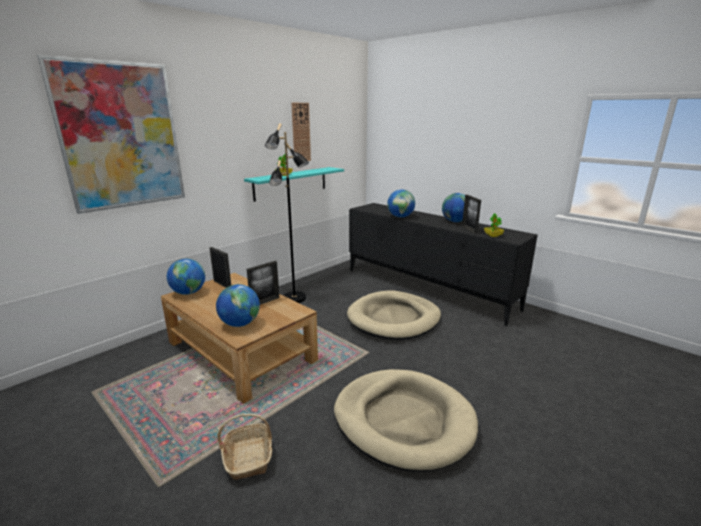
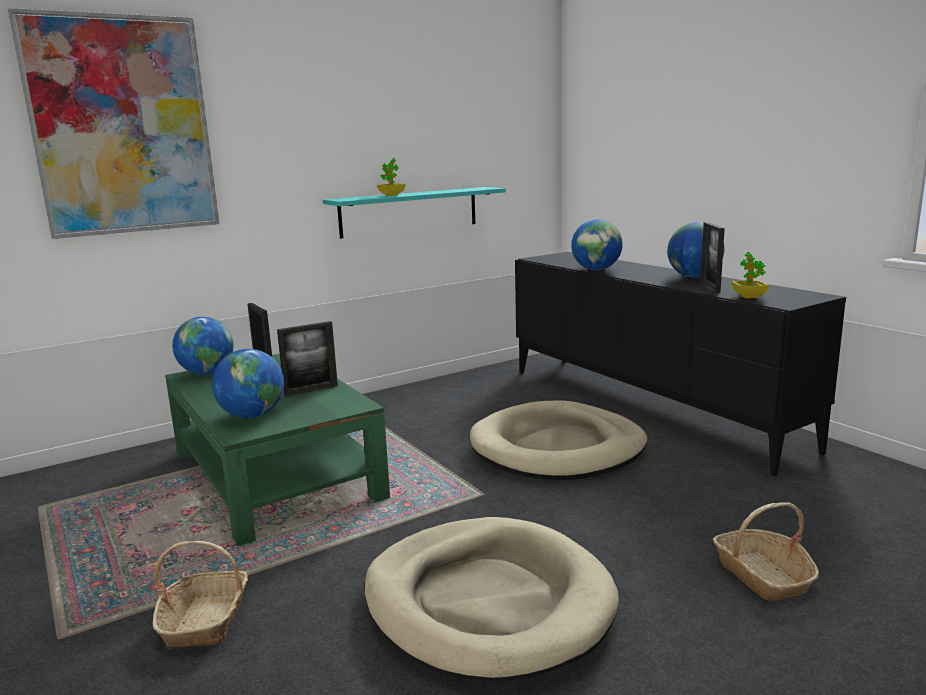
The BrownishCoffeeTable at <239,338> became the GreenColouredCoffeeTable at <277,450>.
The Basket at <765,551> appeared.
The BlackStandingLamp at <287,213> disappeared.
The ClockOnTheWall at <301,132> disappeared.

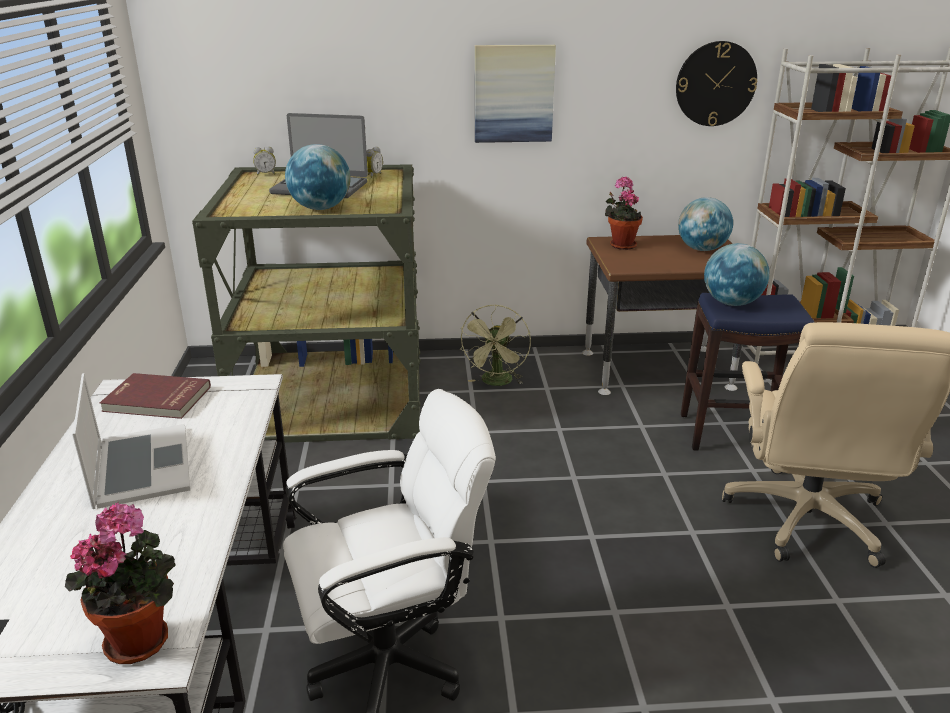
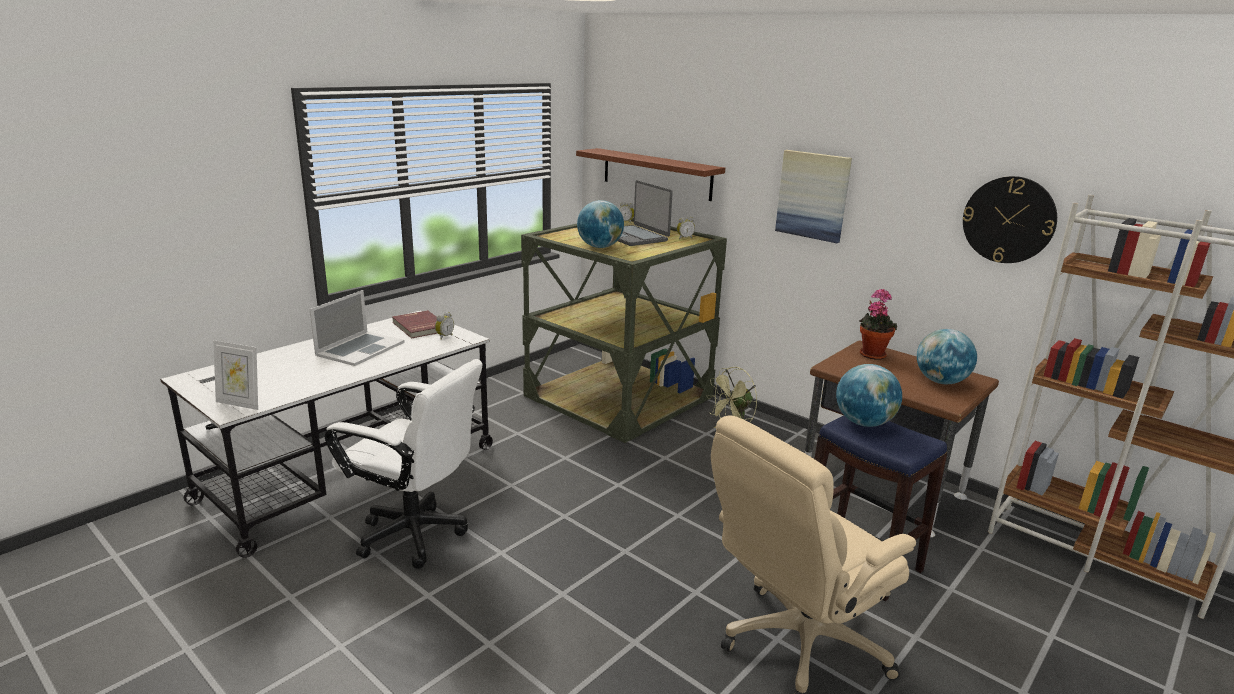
The PottedPlant at <120,583> was replaced by the StandingFrame at <235,375>.
The BedsideClock at <444,326> appeared.
The BrownishShelf at <650,174> appeared.

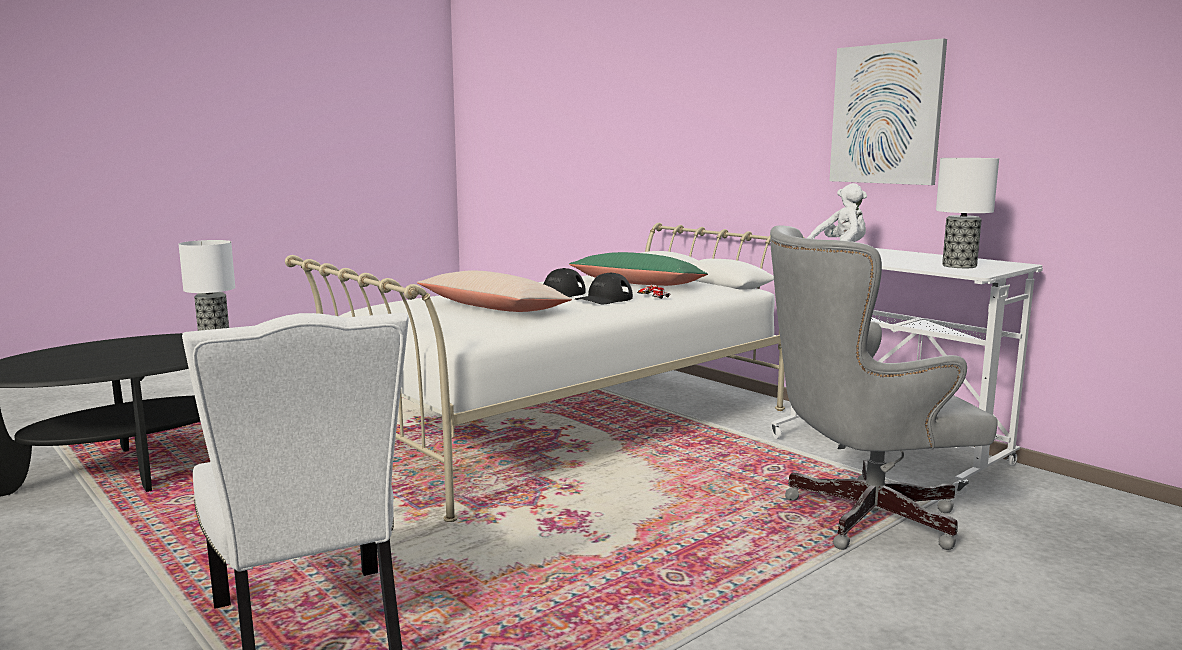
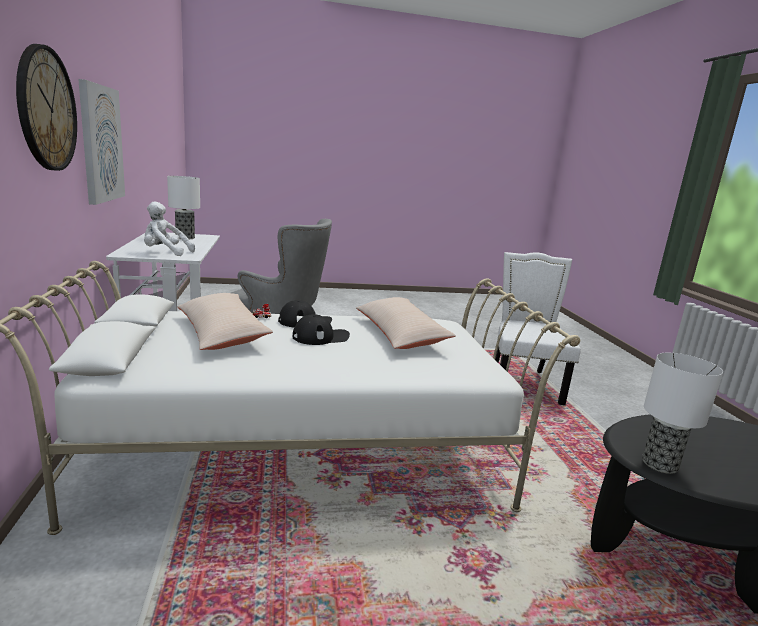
The ClockOnTheWall at <46,107> appeared.
The GreenColouredThrowPillow at <638,269> became the BeigeColouredThrowPillow at <225,321>.

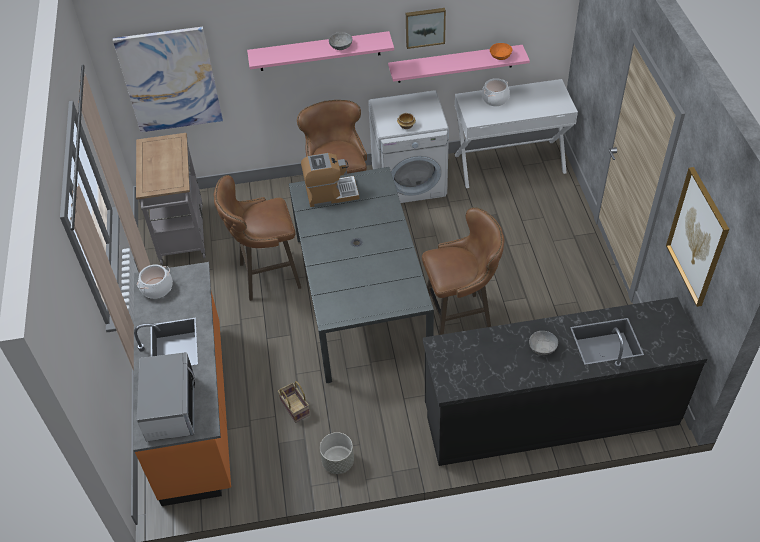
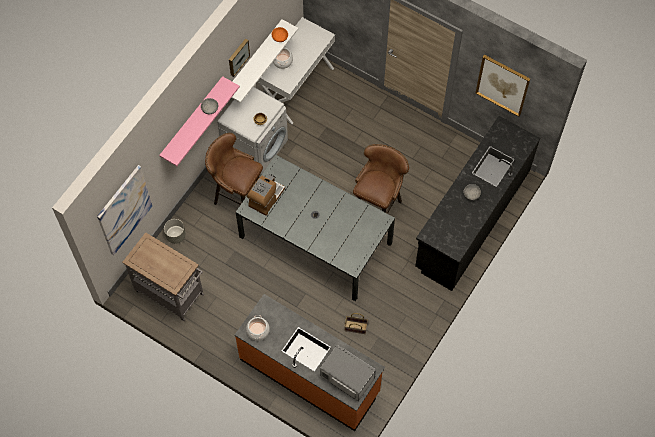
The GreyishFlowerPot moved from <337,453> to <175,231>.
The PinkColouredShelf at <459,64> became the WhitishShelf at <265,61>.
The BrownishStoolSeat at <257,238> disappeared.

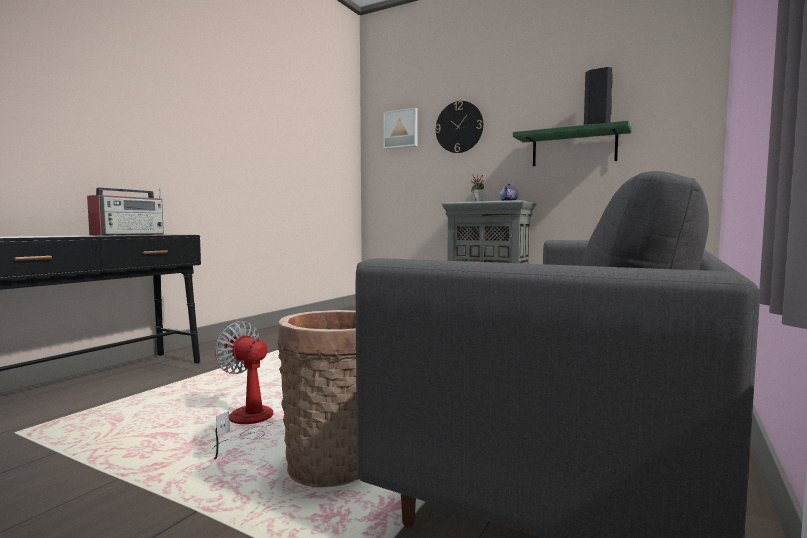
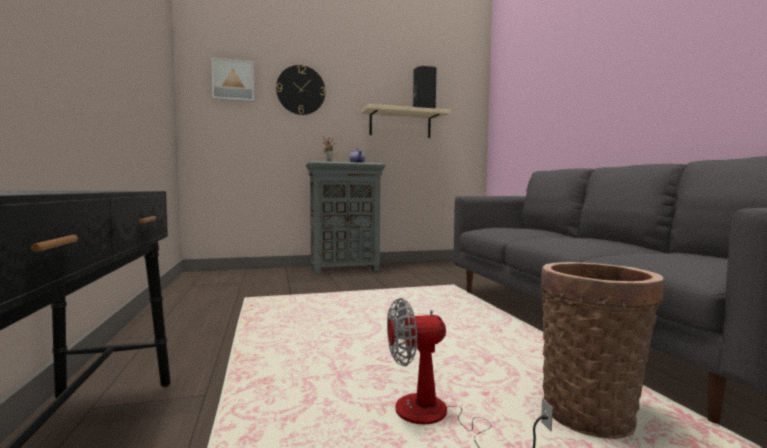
The GreenColouredShelf at <572,143> became the BeigeColouredShelf at <406,121>.
The RadioReceiver at <125,212> disappeared.

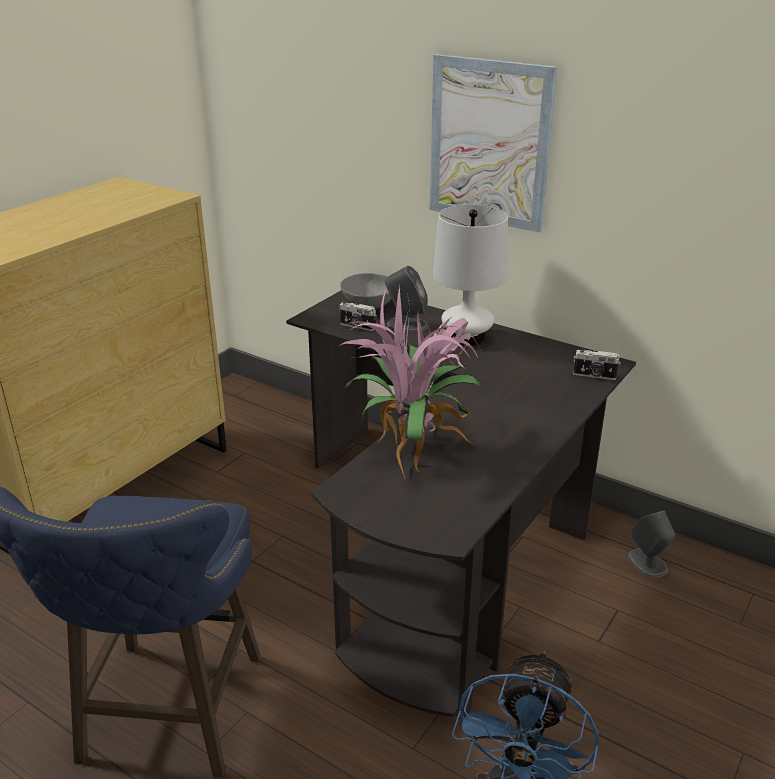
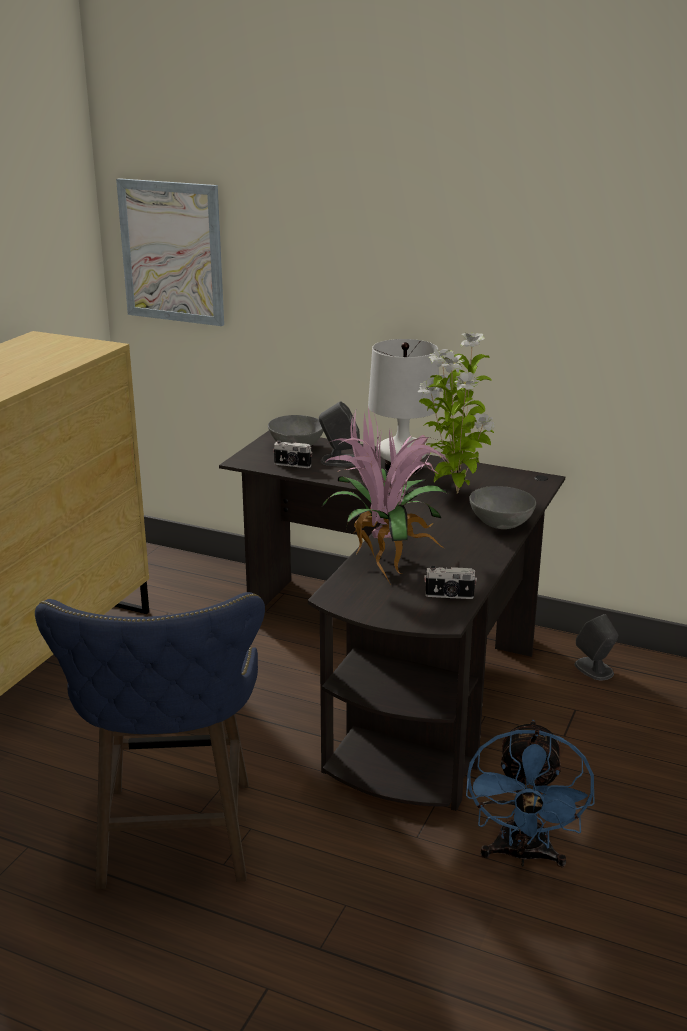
The Picture moved from <493,143> to <170,252>.
The PottedPlant at <456,413> appeared.
The StillCamera moved from <597,364> to <450,582>.
The GreyishServingBowl at <502,507> appeared.

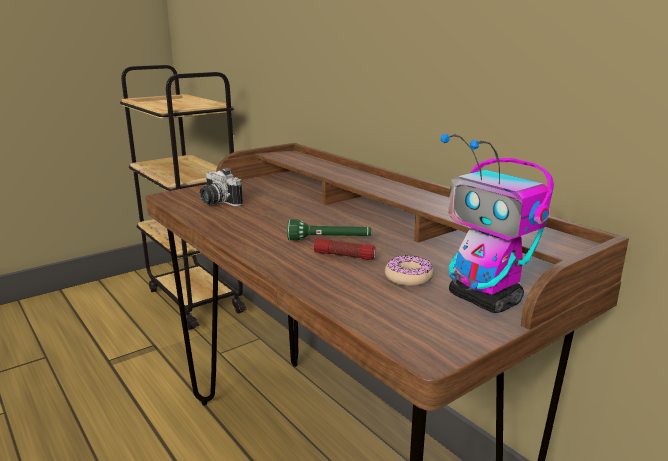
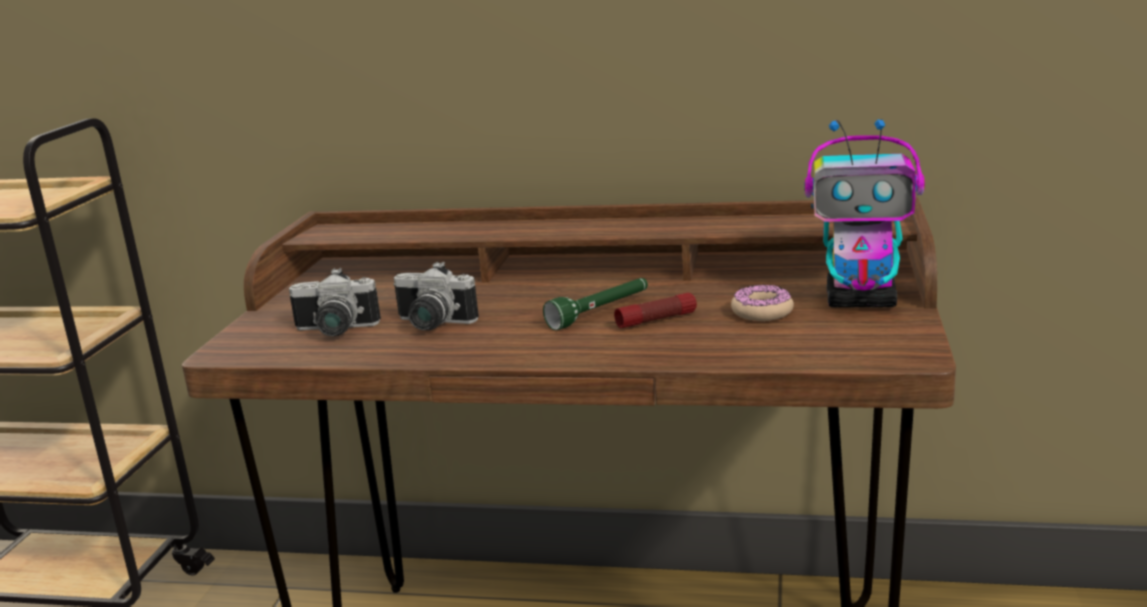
The StillCamera at <436,296> appeared.

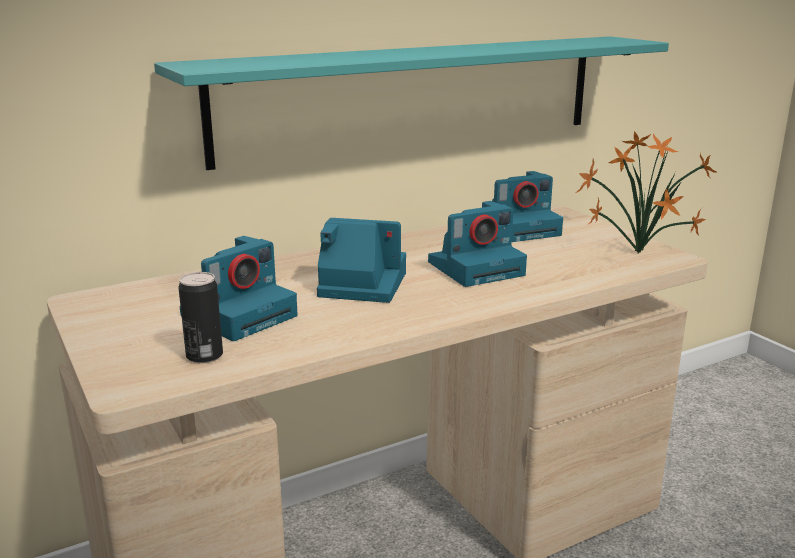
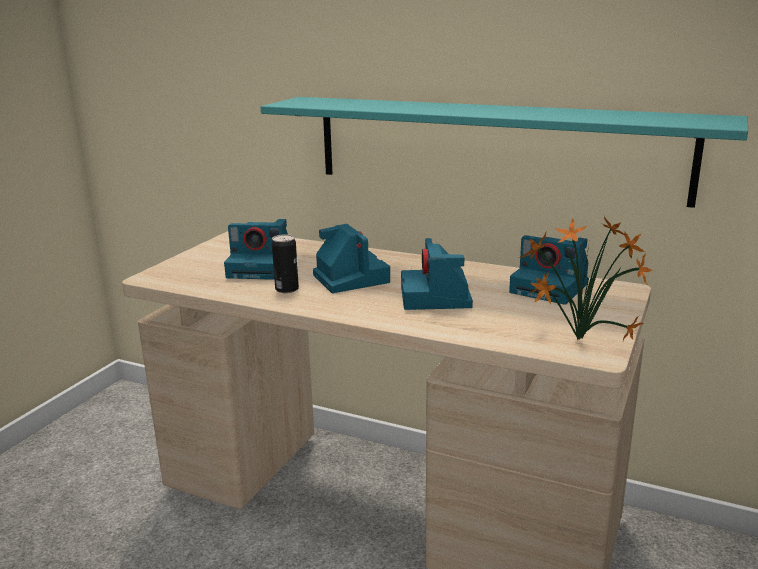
The Can moved from <200,317> to <285,263>.
The StillCamera at <477,244> turned 60 degrees clockwise.

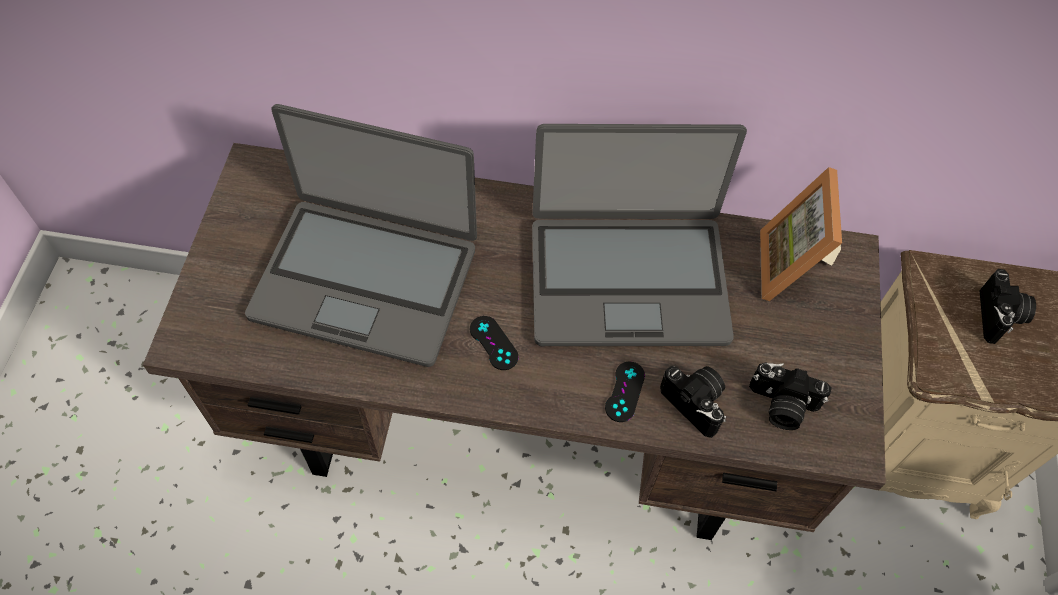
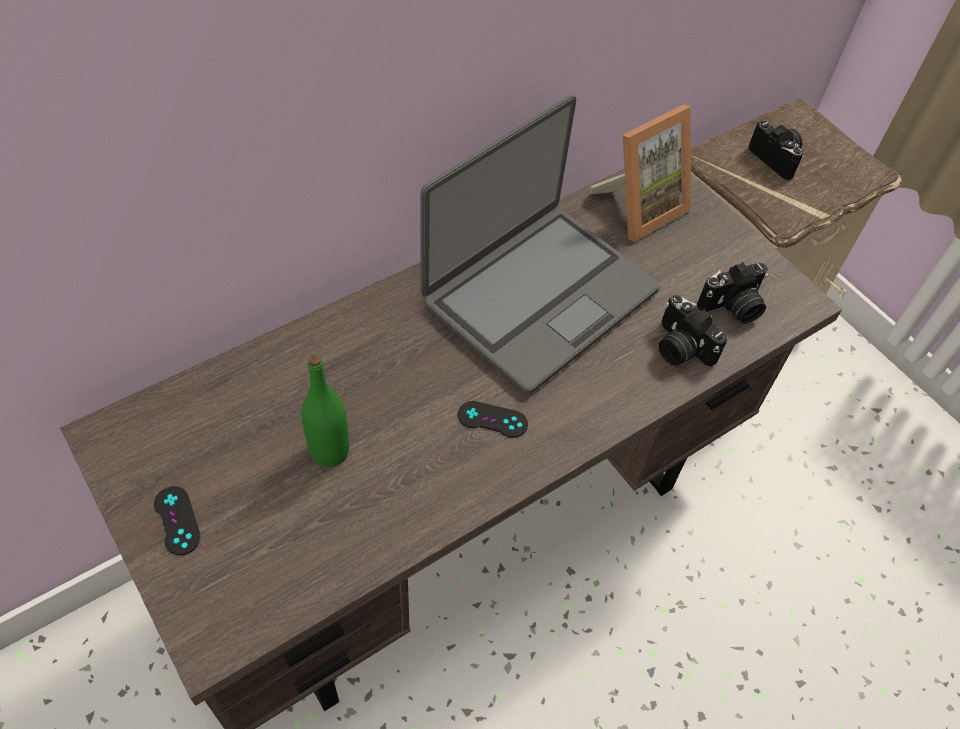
The BlackJoypad moved from <625,392> to <177,520>.
The Laptop at <361,235> was replaced by the GreenColouredDrinkBottle at <325,411>.
The StandingFrame at <801,234> turned 90 degrees counterclockwise.
The StillCamera at <693,402> turned 135 degrees counterclockwise.

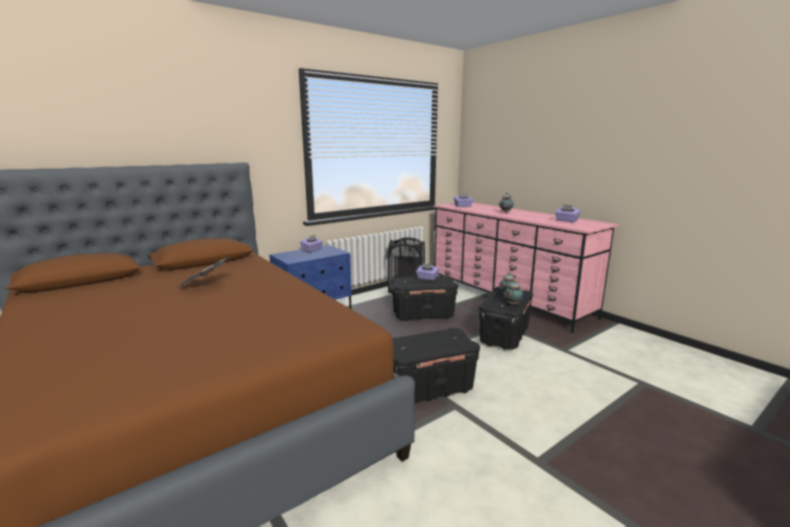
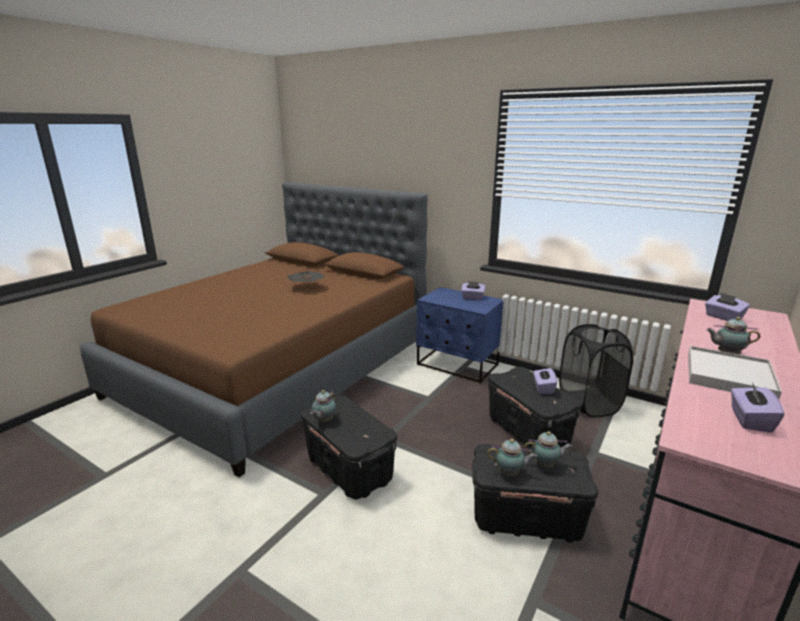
The Teapot at <323,406> appeared.
The WhitishTray at <735,373> appeared.

